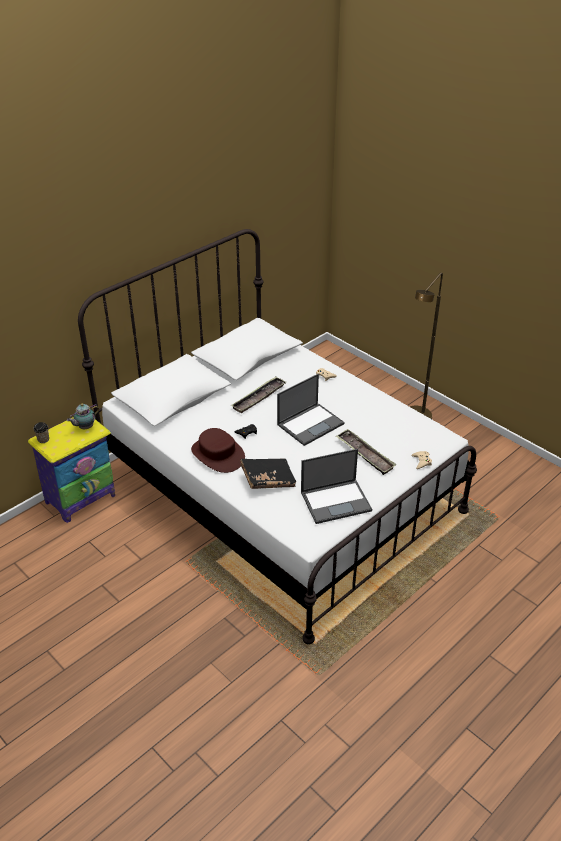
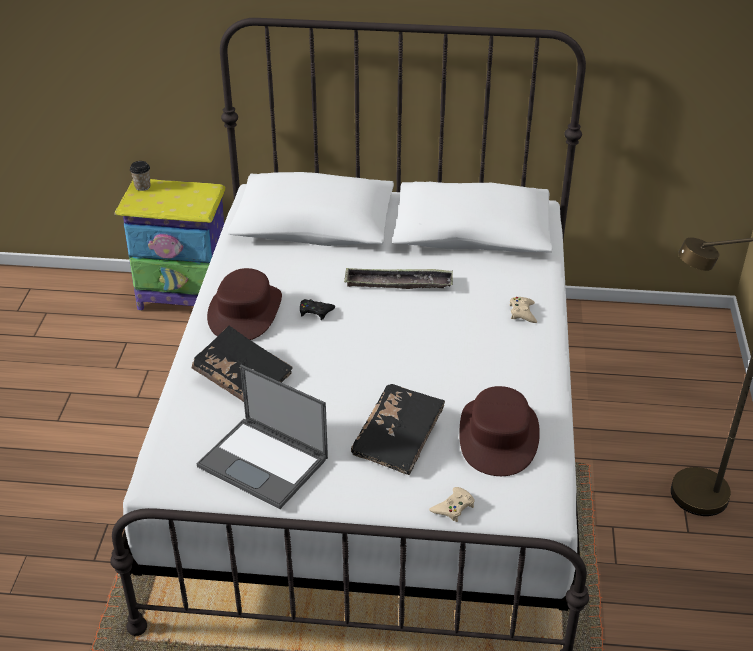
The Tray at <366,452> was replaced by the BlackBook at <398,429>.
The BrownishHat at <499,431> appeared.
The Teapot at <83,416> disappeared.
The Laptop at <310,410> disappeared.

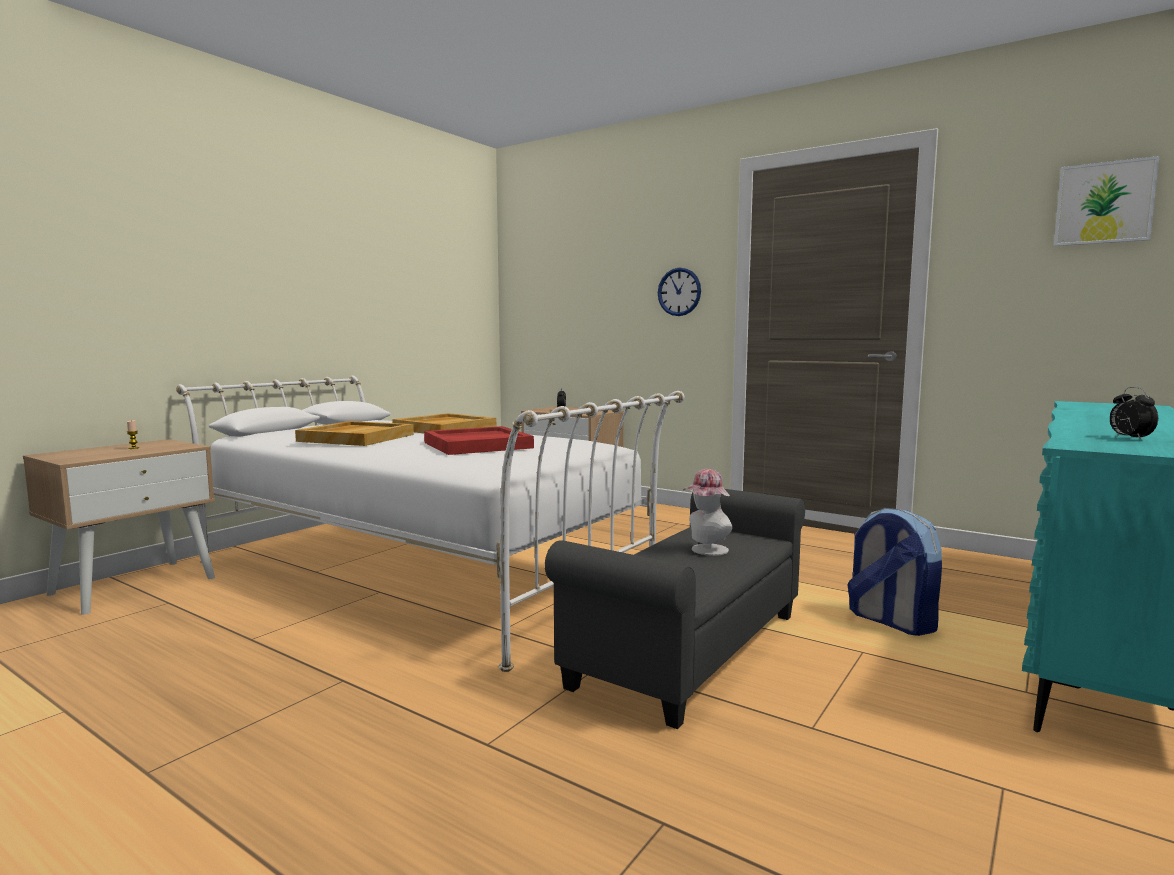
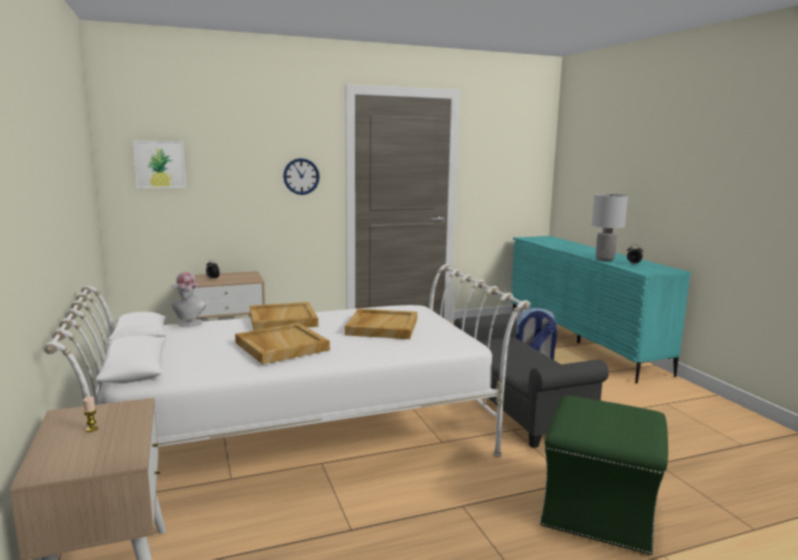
The Picture moved from <1107,201> to <159,164>.
The Hat moved from <708,512> to <188,299>.
The ReddishTray at <479,440> became the BeigeColouredTray at <381,324>.
The GreenColouredPouffe at <604,475> appeared.
The GreyishLampForATable at <610,227> appeared.

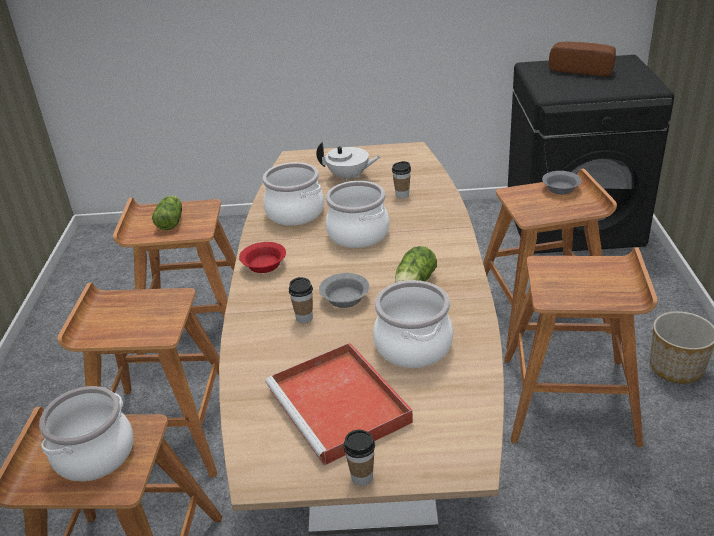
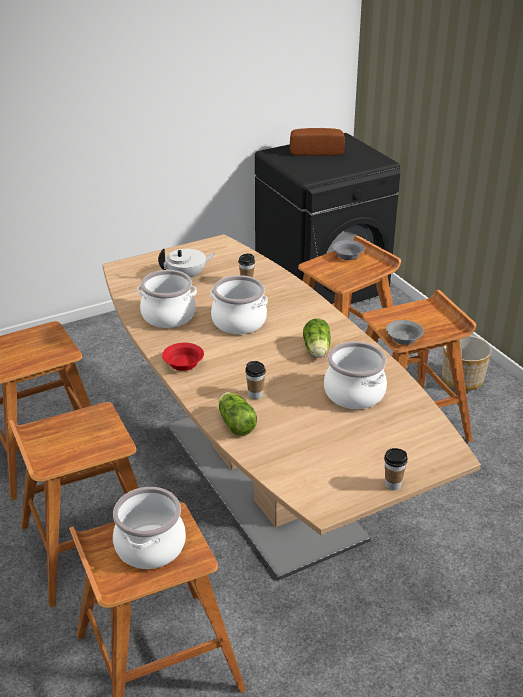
The LettuceHead moved from <167,213> to <237,414>.
The GreyishServingBowl moved from <344,290> to <405,332>.
The ReddishTray at <339,404> disappeared.

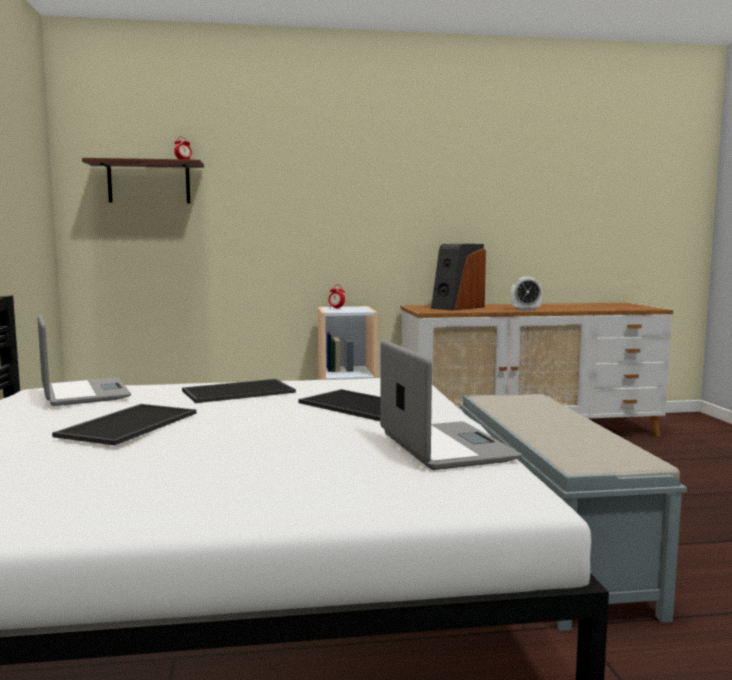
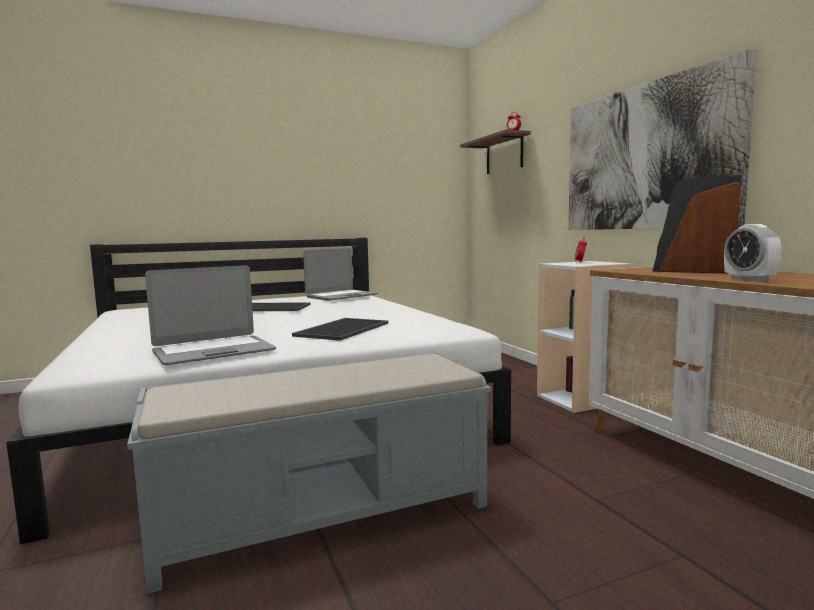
The Picture at <662,139> appeared.
The Tray at <239,391> disappeared.

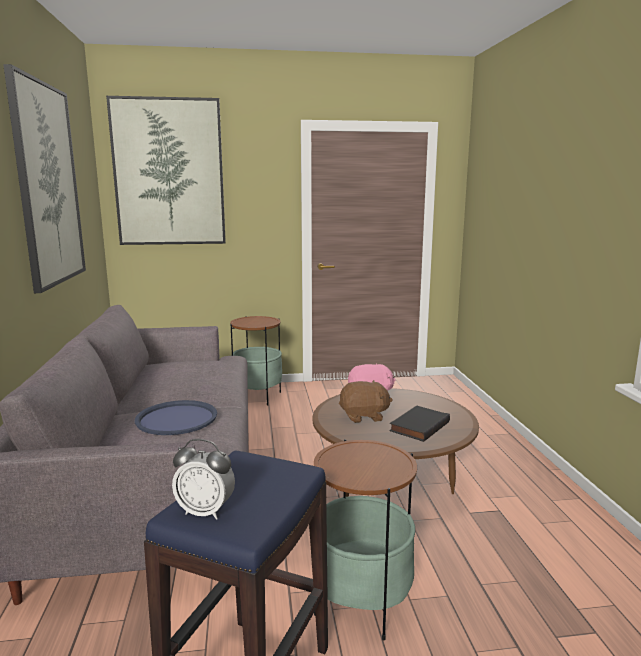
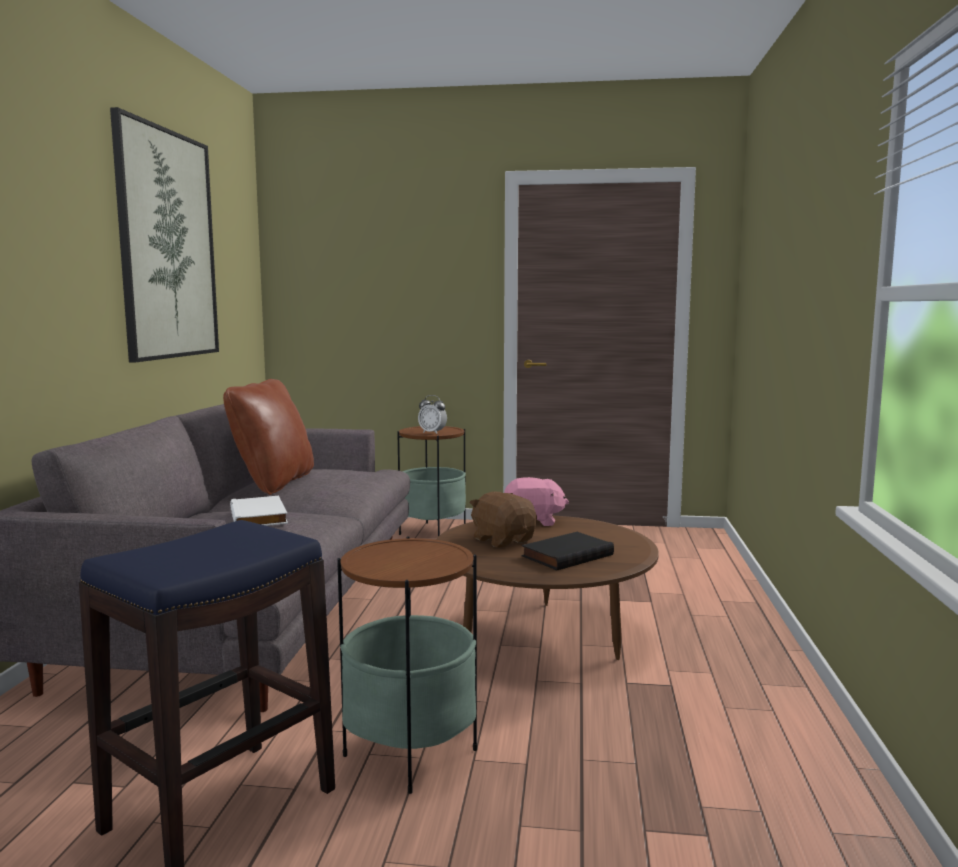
The BrownishThrowPillow at <268,437> appeared.
The BlueTray at <176,417> was replaced by the WhitishBook at <259,511>.
The BedsideClock moved from <203,479> to <432,414>.
The BrownishSoftToy at <366,401> turned 135 degrees counterclockwise.
The Picture at <166,170> disappeared.

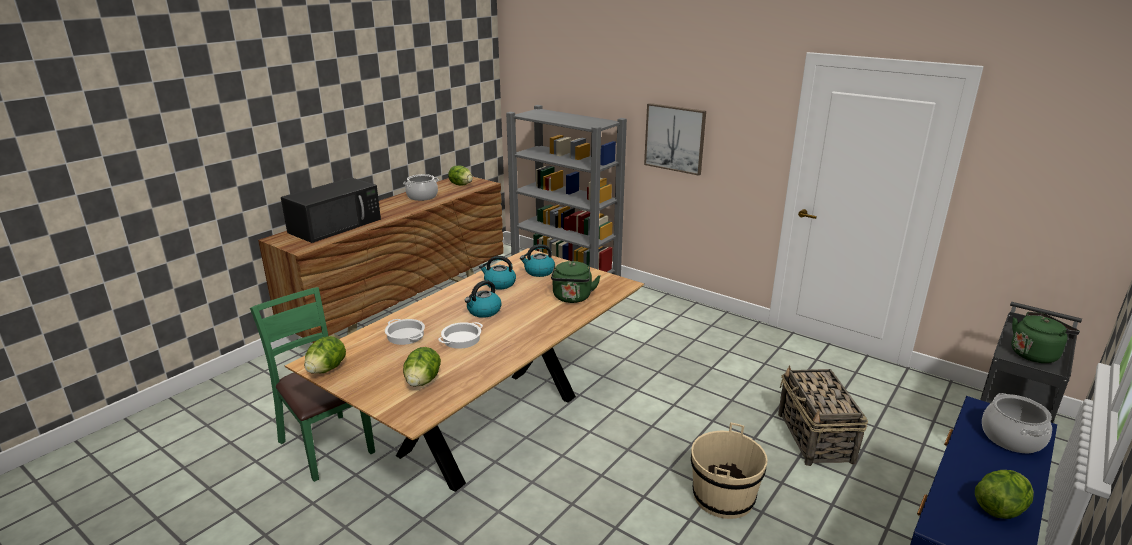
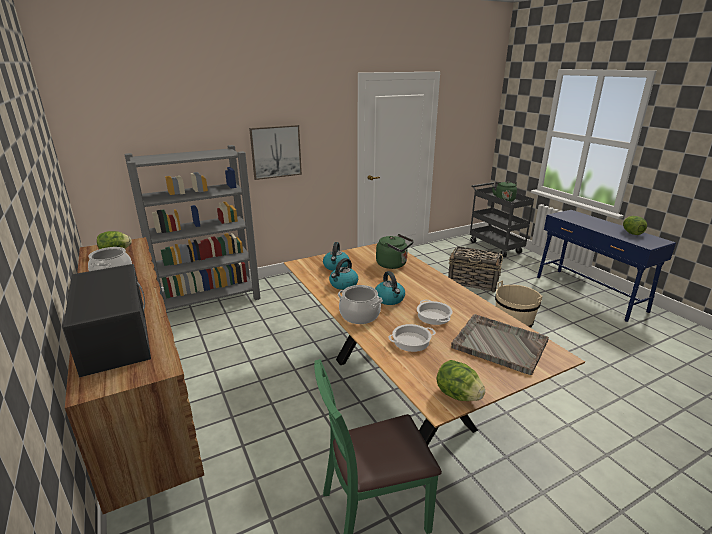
The CookingPot moved from <1017,423> to <360,304>.
The LettuceHead at <422,367> was replaced by the GreyishTray at <500,344>.

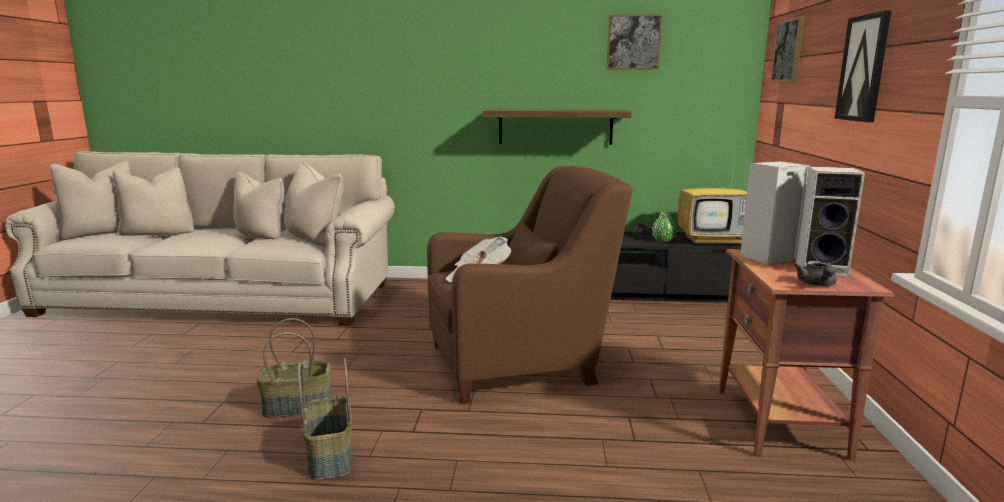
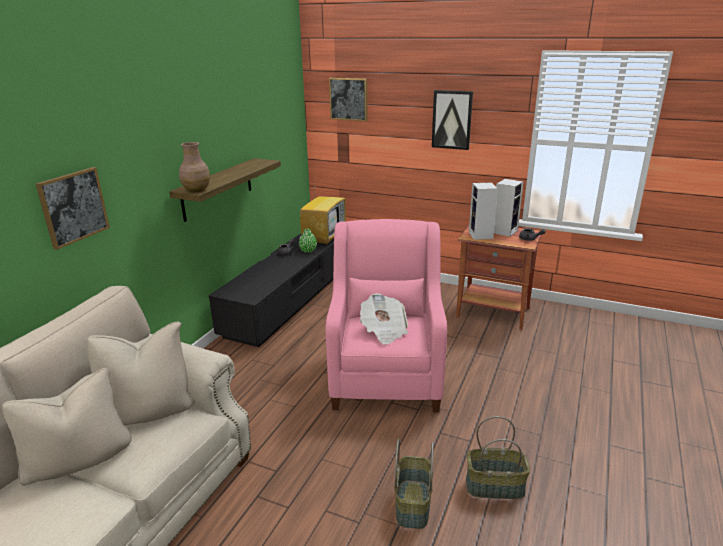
The Picture moved from <634,42> to <72,208>.
The BrownishFlowerVase at <194,167> appeared.
The BrownishArmchair at <530,285> became the PinkColouredArmchair at <386,315>.

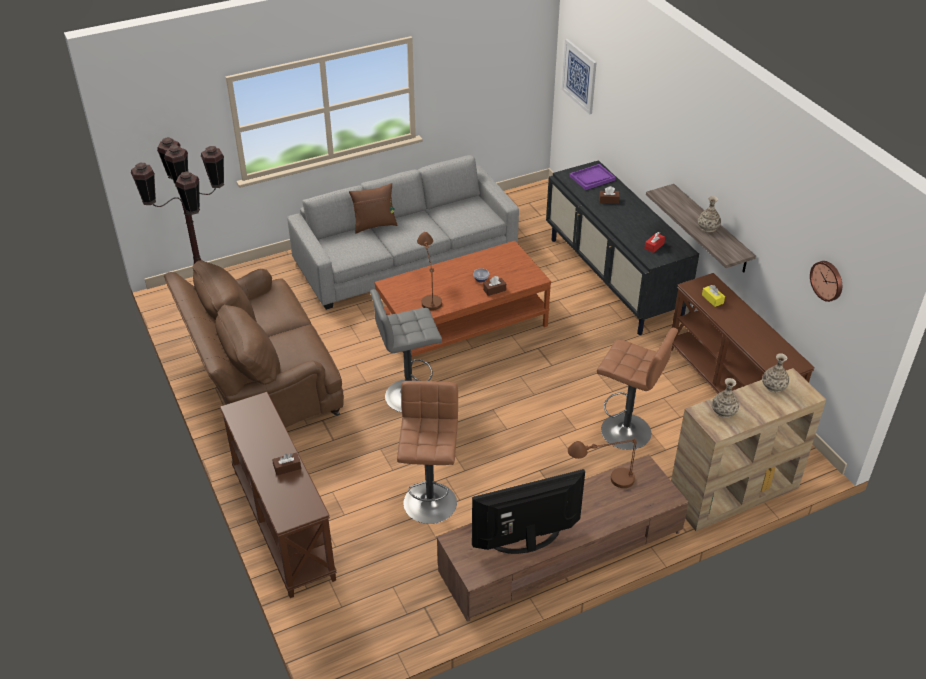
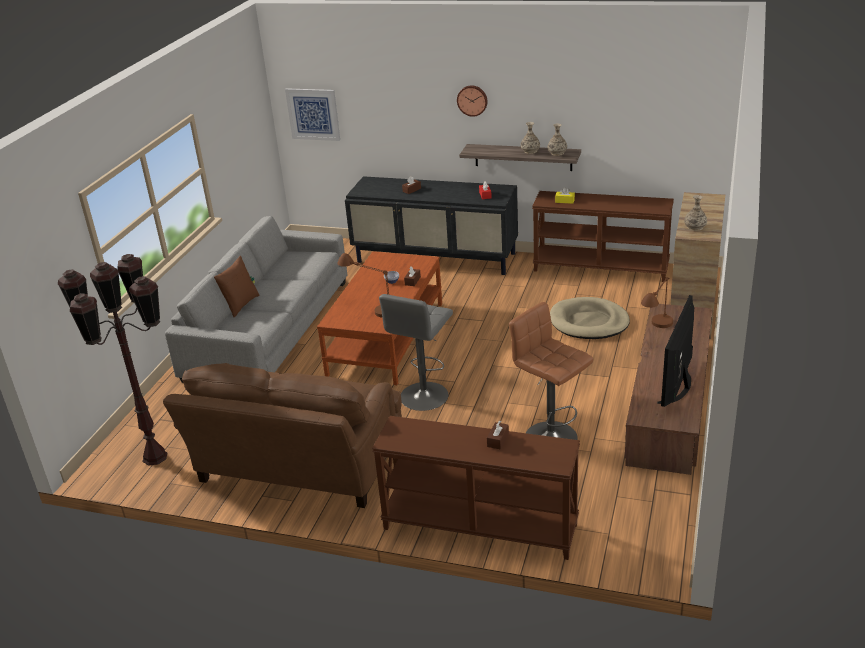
The ClockOnTheWall moved from <826,281> to <472,101>.
The FlowerVase moved from <775,373> to <557,139>.
The BrownishStoolSeat at <637,389> was replaced by the BeigeColouredDogBed at <590,318>.
The PurpleColouredTray at <593,177> disappeared.

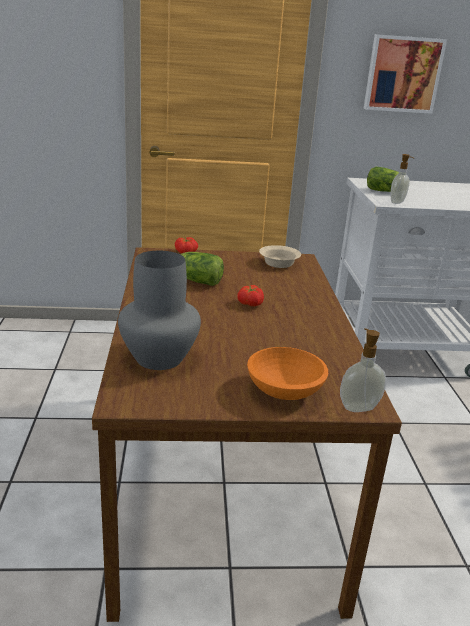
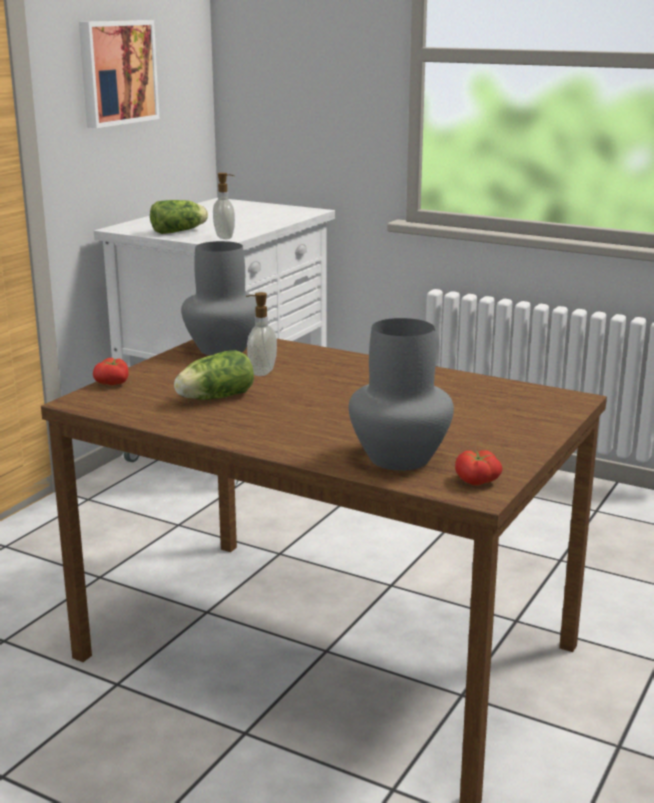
The BeigeColouredServingBowl at <280,256> was replaced by the GreyishFlowerVase at <219,298>.
The LiquidSoapBottle moved from <363,370> to <261,334>.
The FreshTomato moved from <250,295> to <479,468>.
The OrangeyServingBowl at <287,373> disappeared.

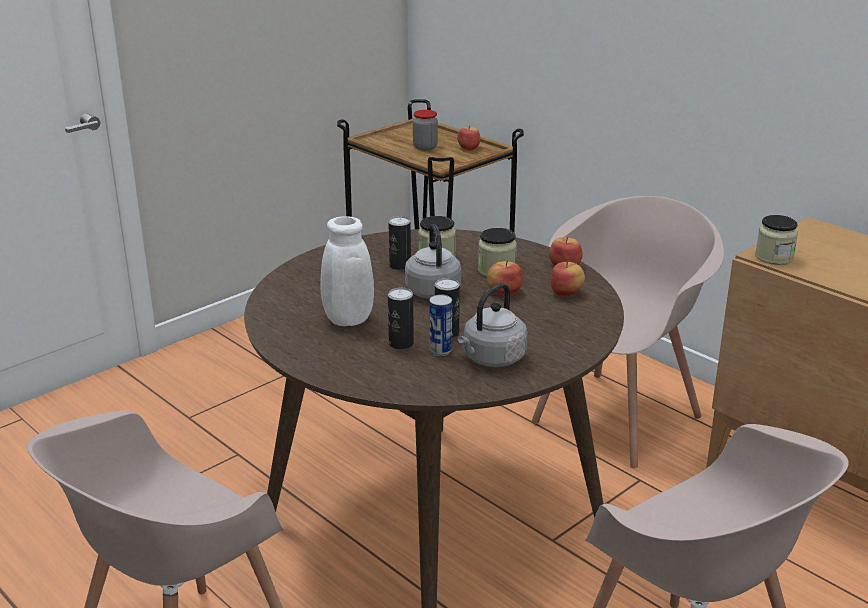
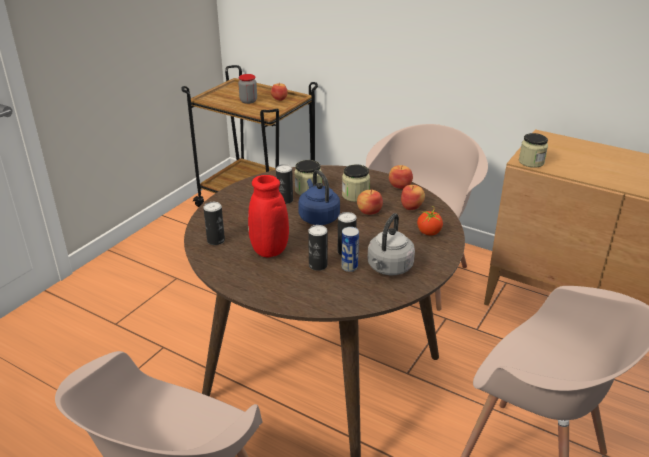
The Can at <214,223> appeared.
The WhitishFlowerVase at <347,271> became the ReddishFlowerVase at <268,216>.
The GreyishKettle at <433,261> became the BlueKettle at <319,197>.
The FreshTomato at <430,220> appeared.

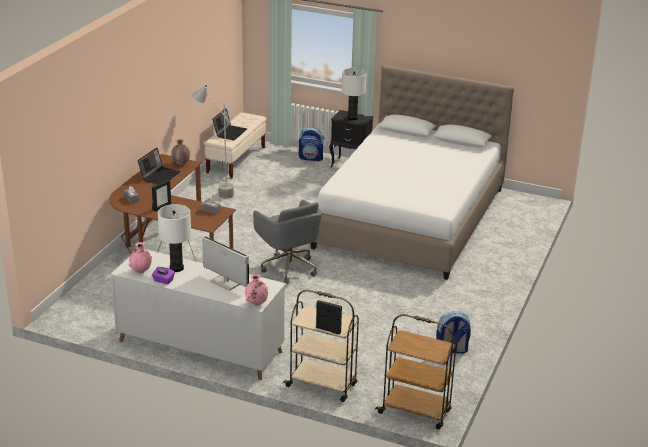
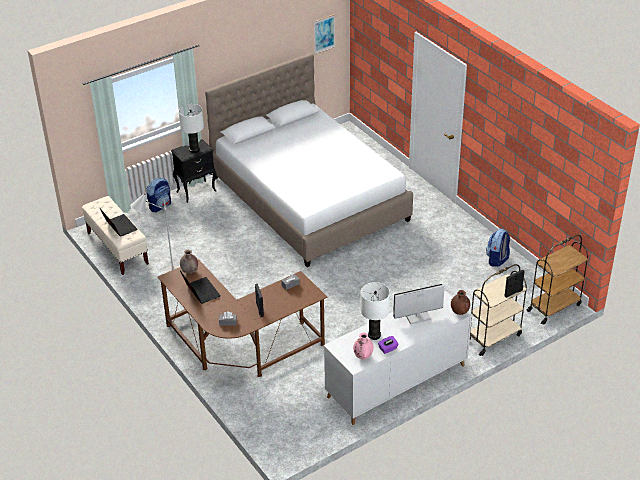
The Picture at <324,34> appeared.
The PinkColouredFlowerVase at <256,290> became the BrownishFlowerVase at <460,302>.
The GreyishOfficeChair at <288,242> disappeared.

